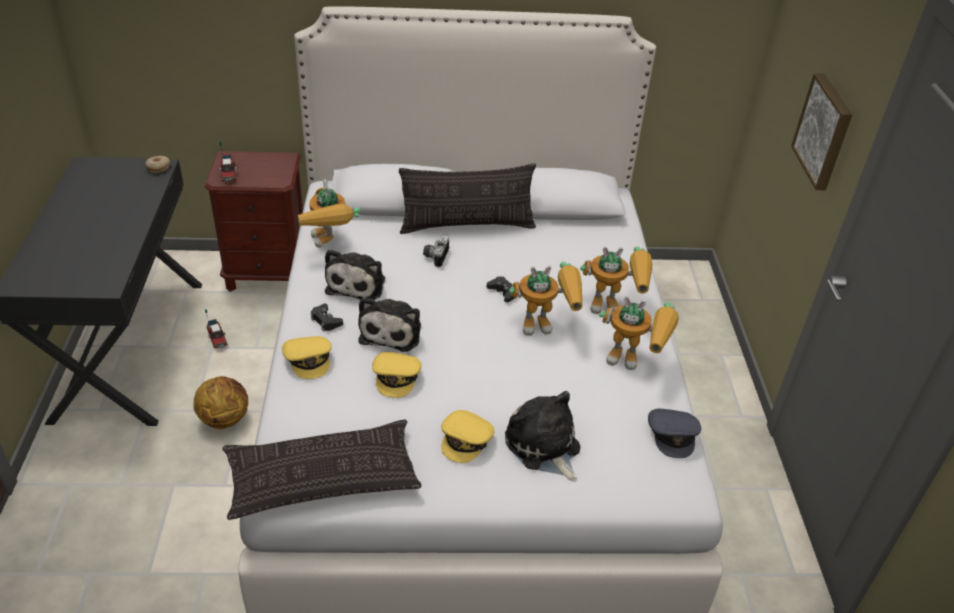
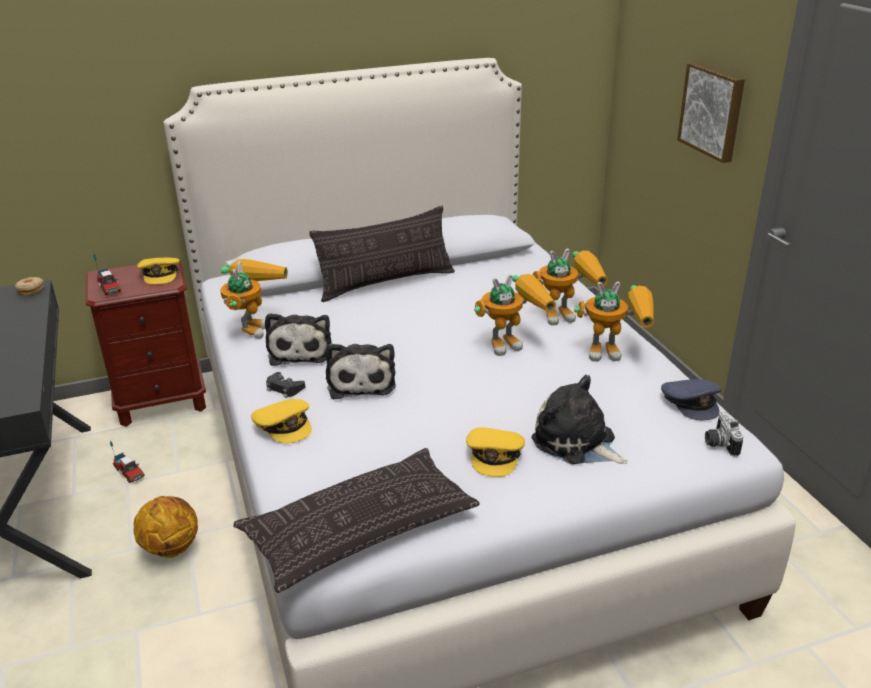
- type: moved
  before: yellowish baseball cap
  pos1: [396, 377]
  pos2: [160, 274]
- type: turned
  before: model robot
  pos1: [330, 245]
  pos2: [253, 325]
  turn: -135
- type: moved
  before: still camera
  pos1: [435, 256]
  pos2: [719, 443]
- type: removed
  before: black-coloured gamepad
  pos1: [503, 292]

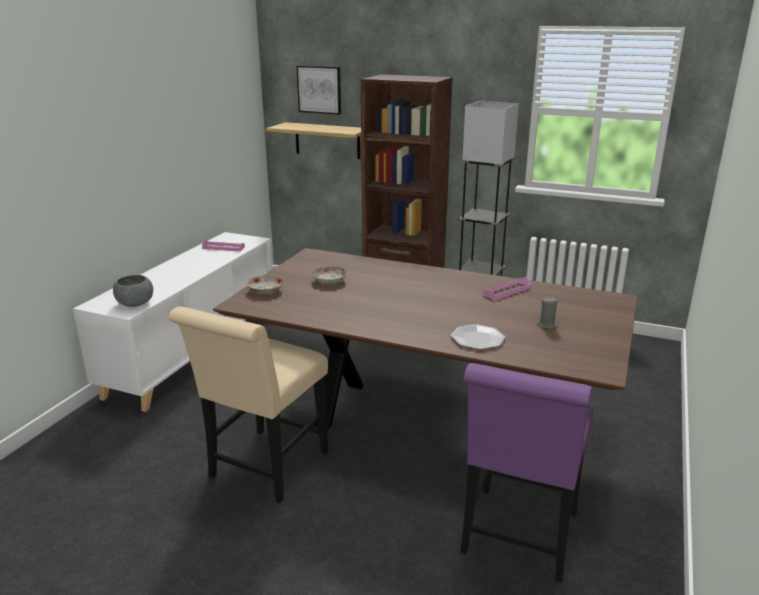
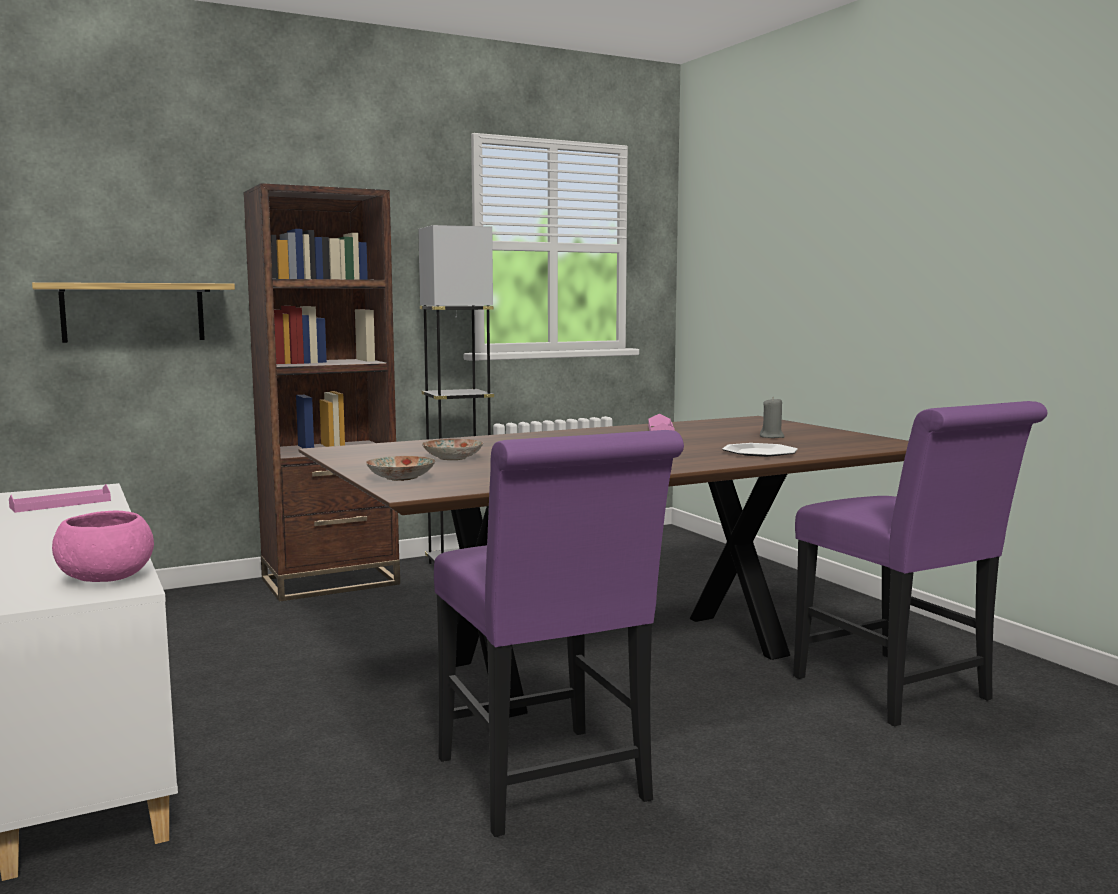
- type: recoloured
  before: grey bowl
  after: pink bowl
  pos1: [135, 303]
  pos2: [106, 579]
- type: recoloured
  before: beige chair
  after: purple-coloured chair
  pos1: [264, 469]
  pos2: [548, 786]
- type: removed
  before: picture
  pos1: [319, 89]

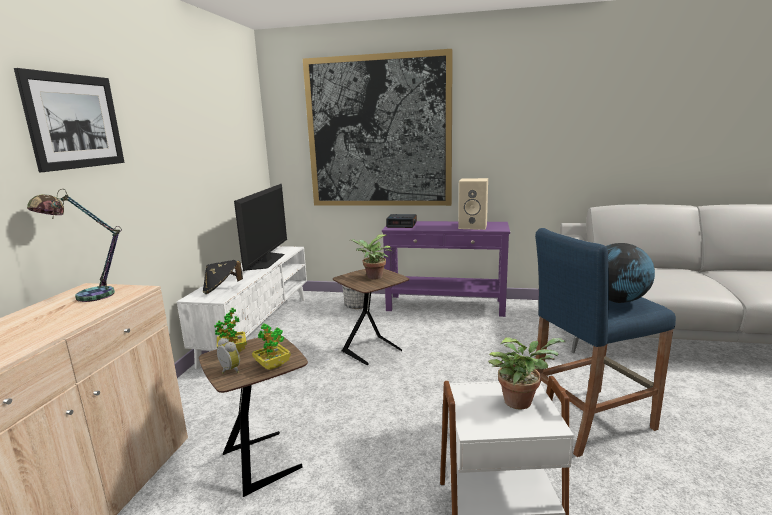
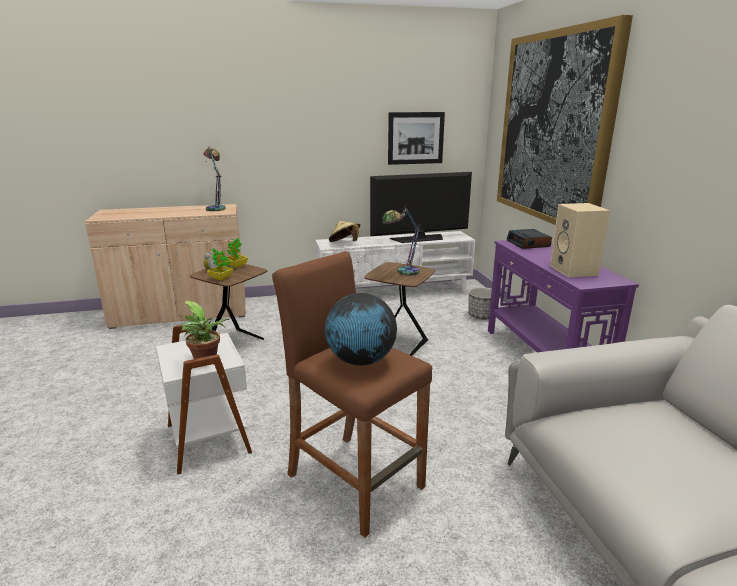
- type: recoloured
  before: blue-coloured sitting stool
  after: brownish sitting stool
  pos1: [588, 420]
  pos2: [355, 481]
- type: recoloured
  before: black-coloured clothing hat
  after: beige clothing hat
  pos1: [222, 289]
  pos2: [344, 243]
- type: replaced
  before: houseplant
  after: lamp for a table
  pos1: [372, 277]
  pos2: [402, 273]
- type: moved
  before: picture
  pos1: [75, 121]
  pos2: [415, 138]

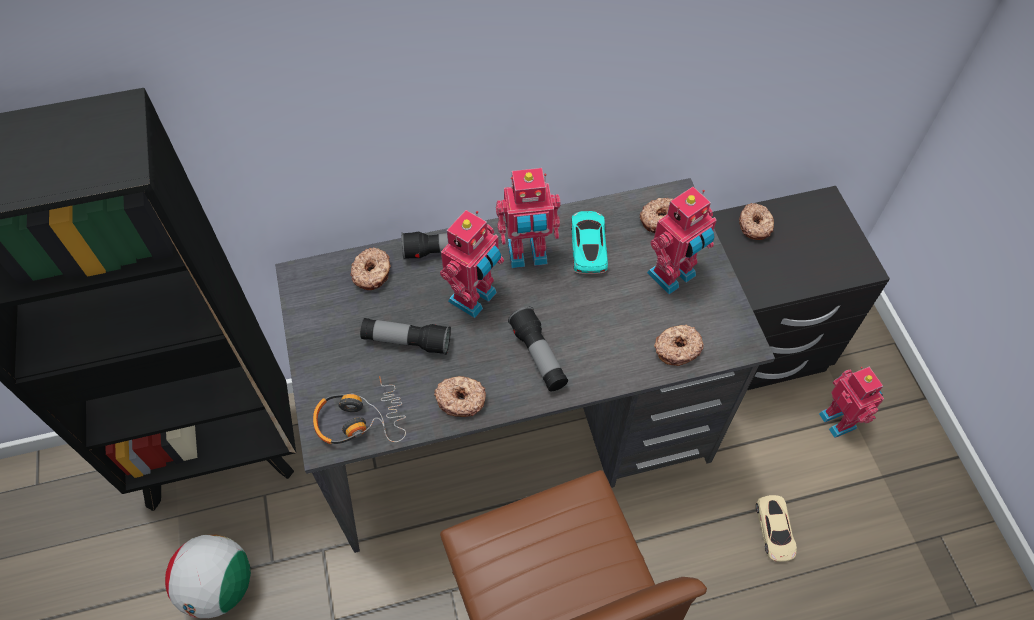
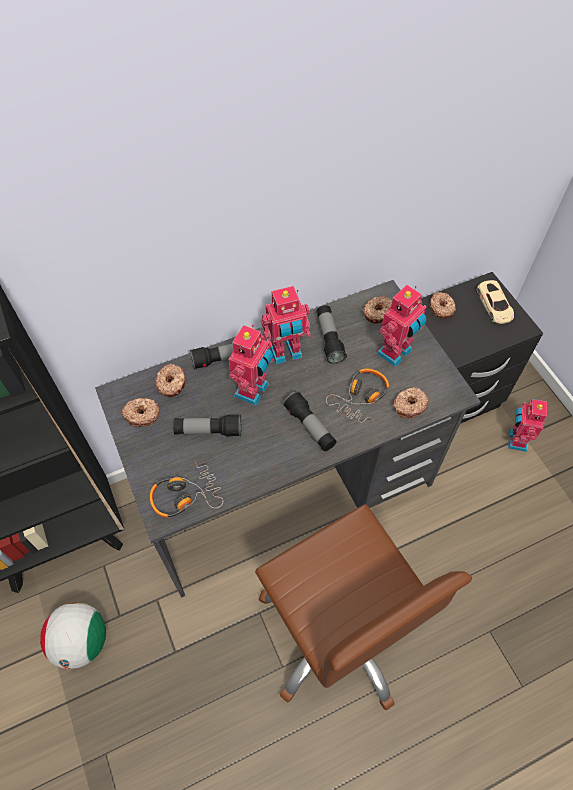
- type: moved
  before: donut
  pos1: [461, 399]
  pos2: [142, 414]
- type: replaced
  before: blue-green miniature car
  after: torch
  pos1: [588, 245]
  pos2: [329, 339]
- type: added
  after: pair of headphones
  pos2: [361, 398]
- type: moved
  before: beige miniature car
  pos1: [774, 530]
  pos2: [494, 305]
- type: turned
  before: model robot
  pos1: [839, 420]
  pos2: [515, 440]
  turn: -135

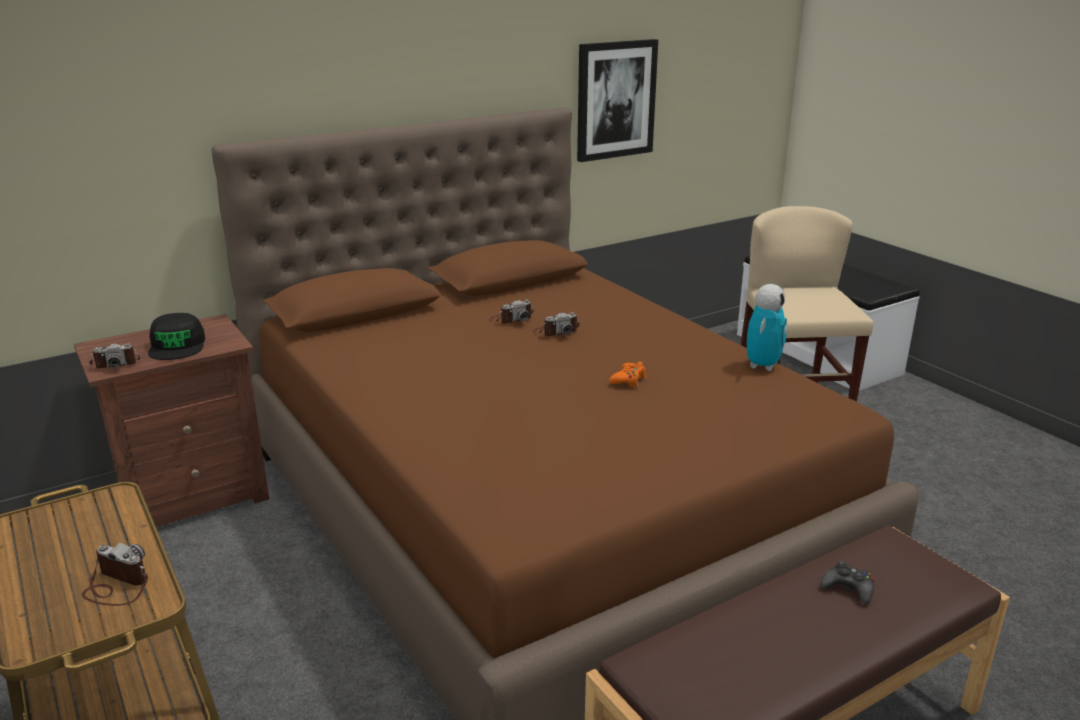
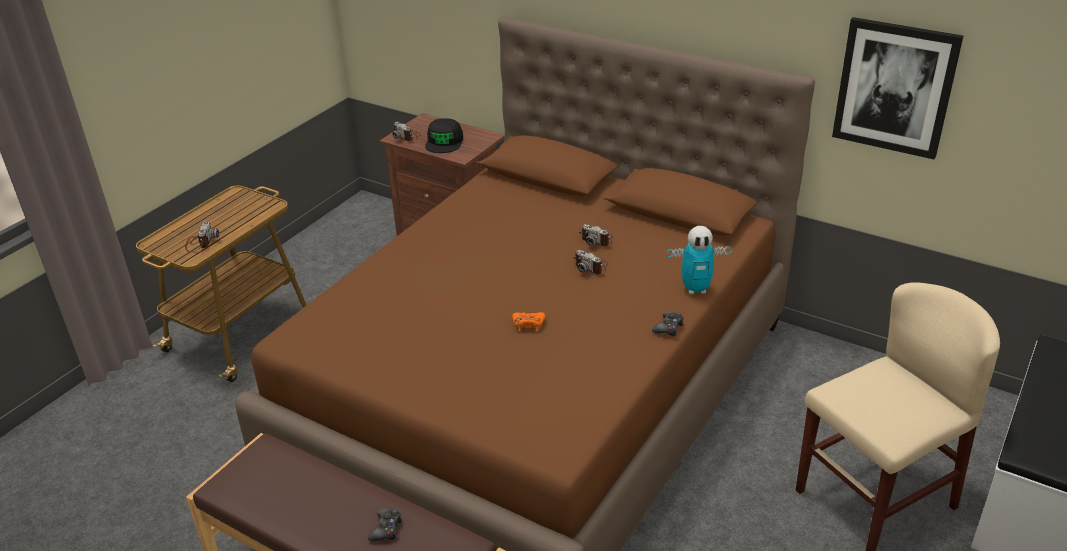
- type: turned
  before: black-coloured baseball cap
  pos1: [177, 346]
  pos2: [444, 142]
  turn: -45
- type: added
  after: black-coloured gamepad
  pos2: [668, 328]
- type: moved
  before: model robot
  pos1: [762, 366]
  pos2: [696, 289]

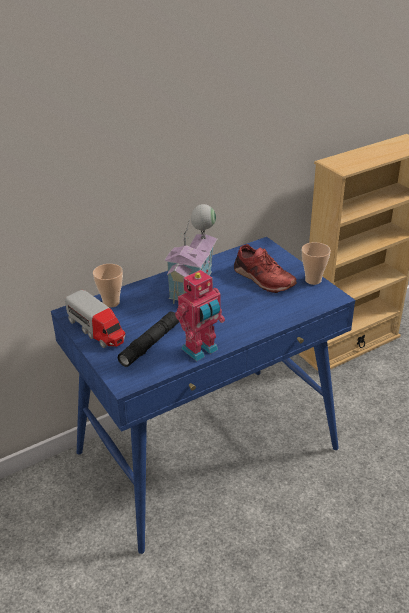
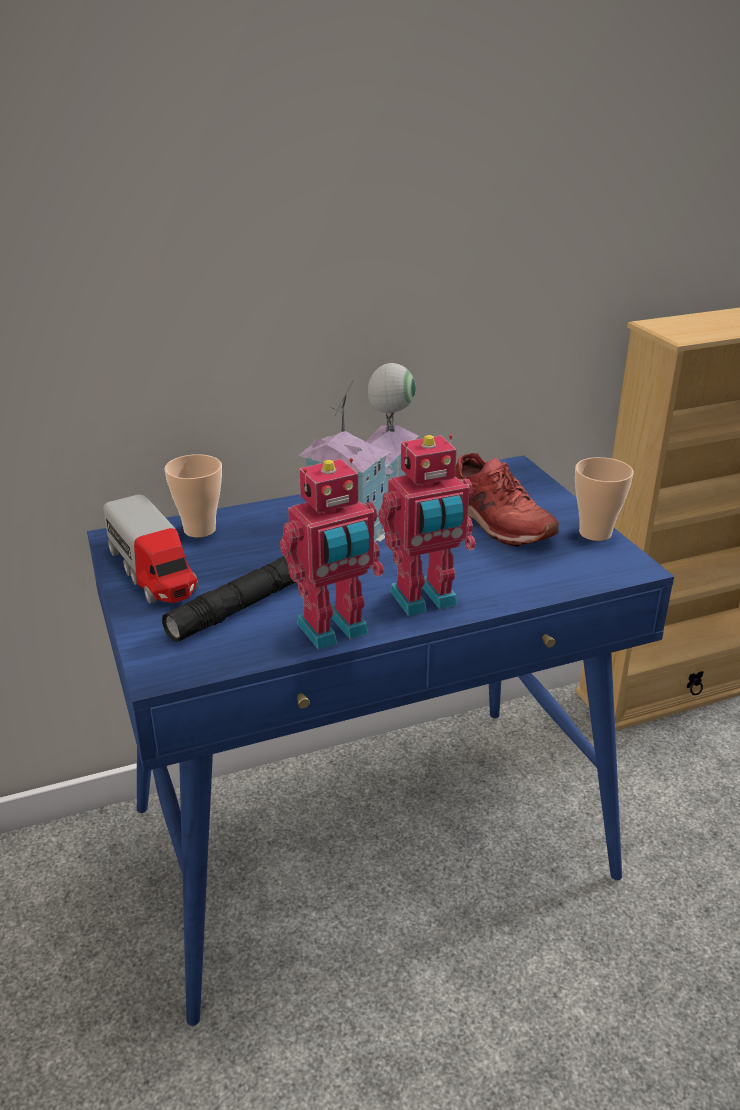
- type: added
  after: model robot
  pos2: [425, 601]

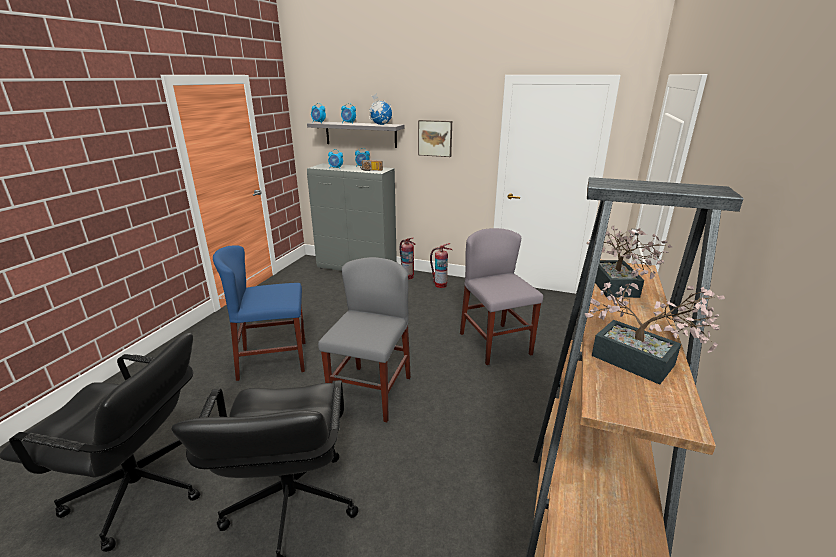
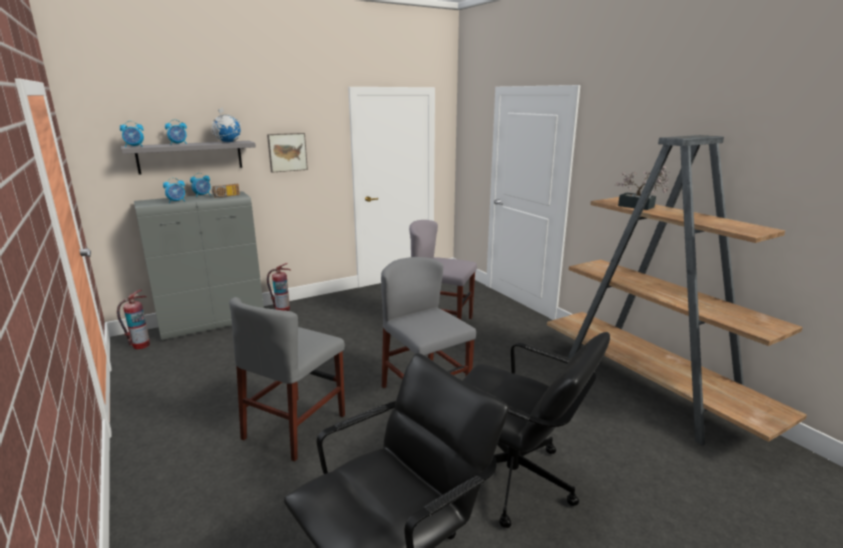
- type: moved
  before: extinguisher
  pos1: [440, 285]
  pos2: [140, 345]
- type: recoloured
  before: blue-coloured chair
  after: grey chair
  pos1: [273, 360]
  pos2: [295, 426]
- type: removed
  before: houseplant
  pos1: [642, 364]

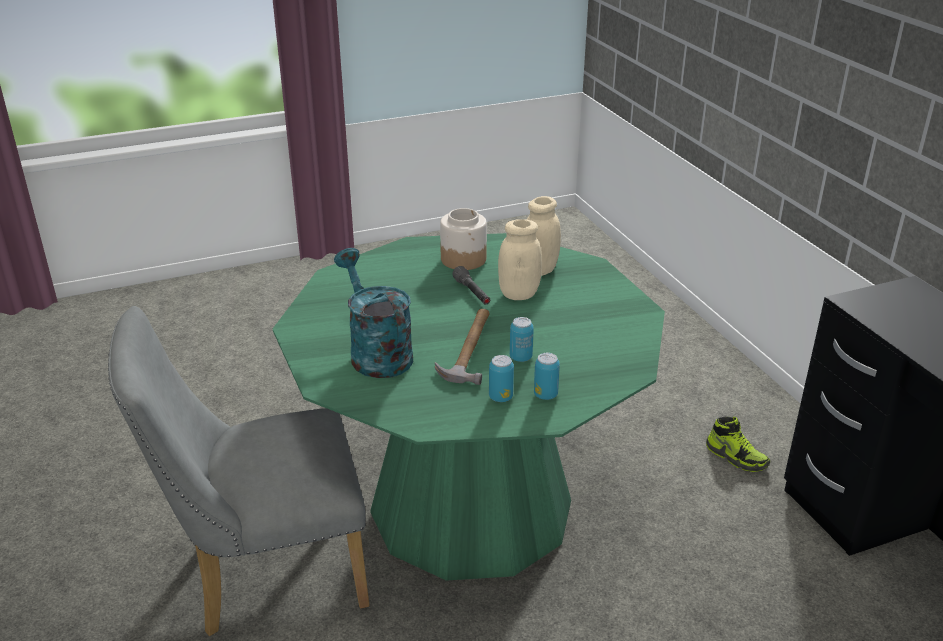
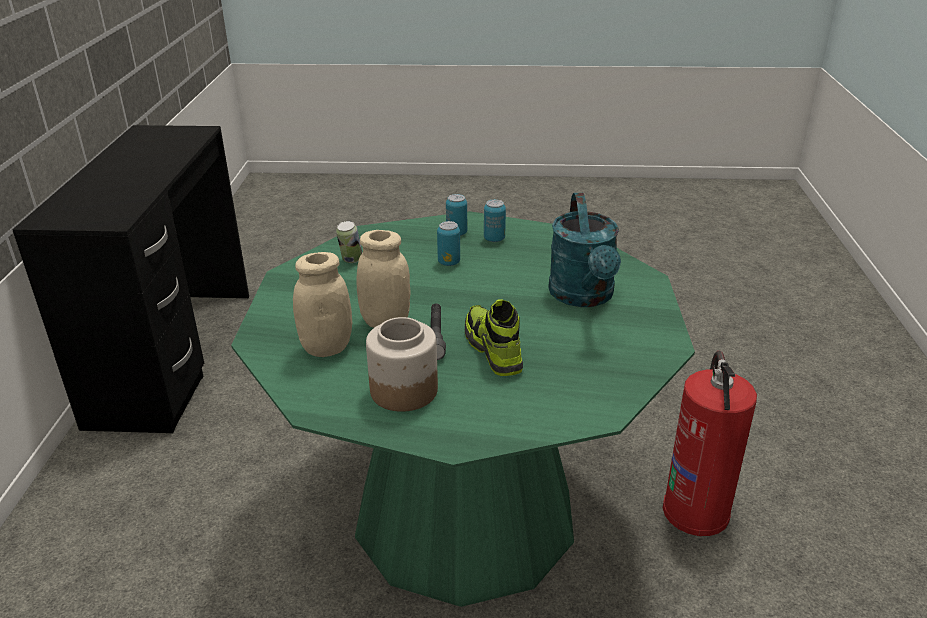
- type: added
  after: sealed can
  pos2: [351, 260]
- type: moved
  before: shoe
  pos1: [736, 457]
  pos2: [493, 350]
- type: replaced
  before: grey chair
  after: extinguisher
  pos1: [265, 574]
  pos2: [696, 510]
- type: removed
  before: tool hammer
  pos1: [469, 348]

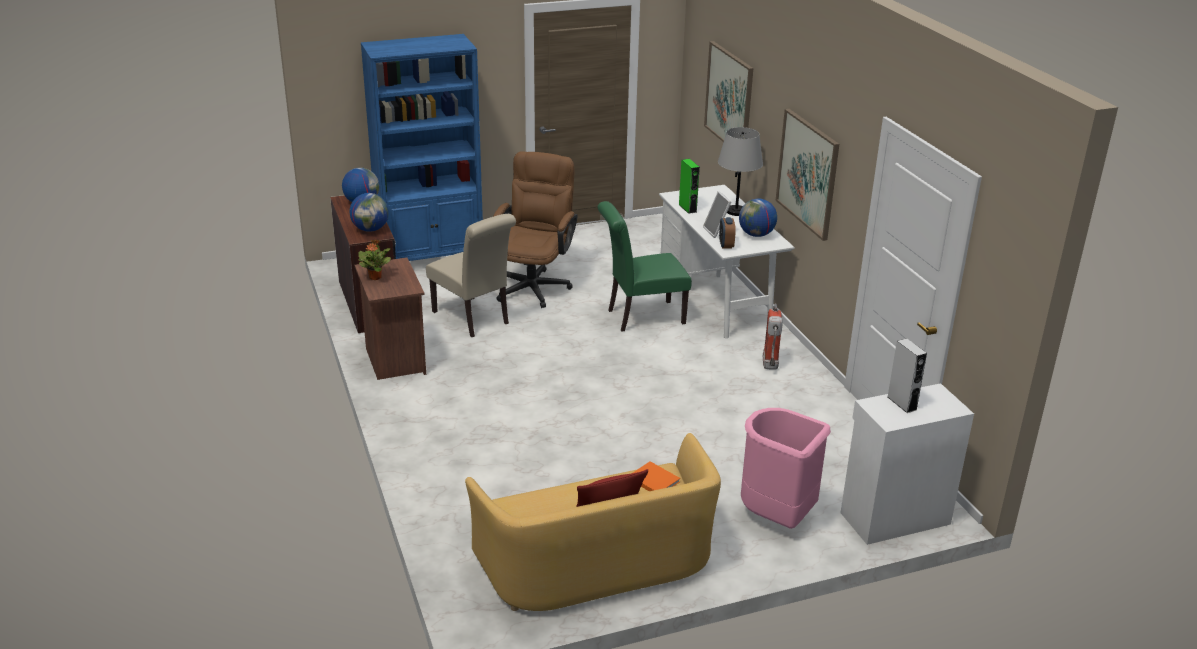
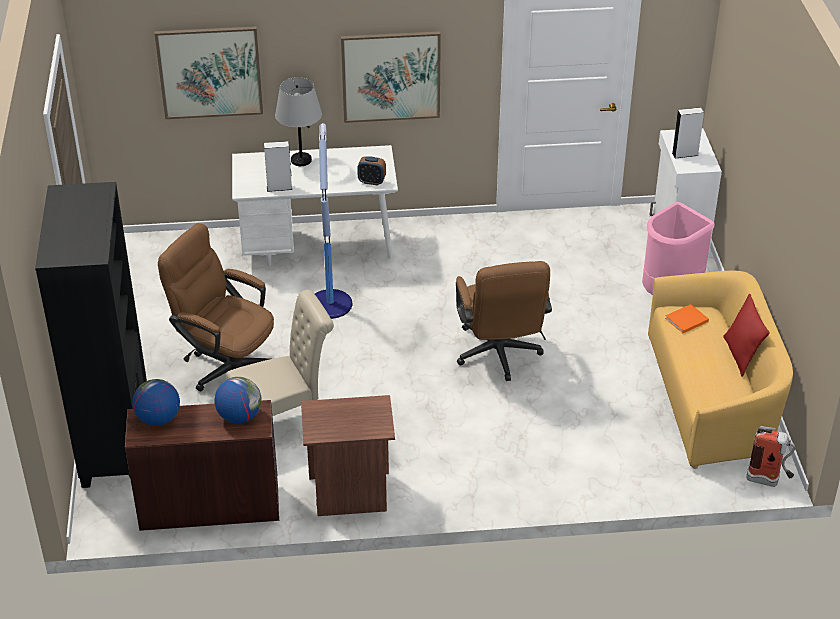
- type: recoloured
  before: blue-coloured bookcase
  after: black-coloured bookcase
  pos1: [431, 257]
  pos2: [116, 441]
- type: recoloured
  before: greenish loudspeaker
  after: grey loudspeaker
  pos1: [687, 208]
  pos2: [279, 187]
- type: replaced
  before: greenish chair
  after: standing lamp
  pos1: [641, 317]
  pos2: [329, 303]
- type: added
  after: brownish computer chair
  pos2: [499, 356]
- type: moved
  before: extinguisher
  pos1: [770, 366]
  pos2: [768, 481]
- type: removed
  before: houseplant
  pos1: [375, 277]
- type: removed
  before: photo frame
  pos1: [717, 231]
- type: removed
  before: desk globe
  pos1: [756, 235]

